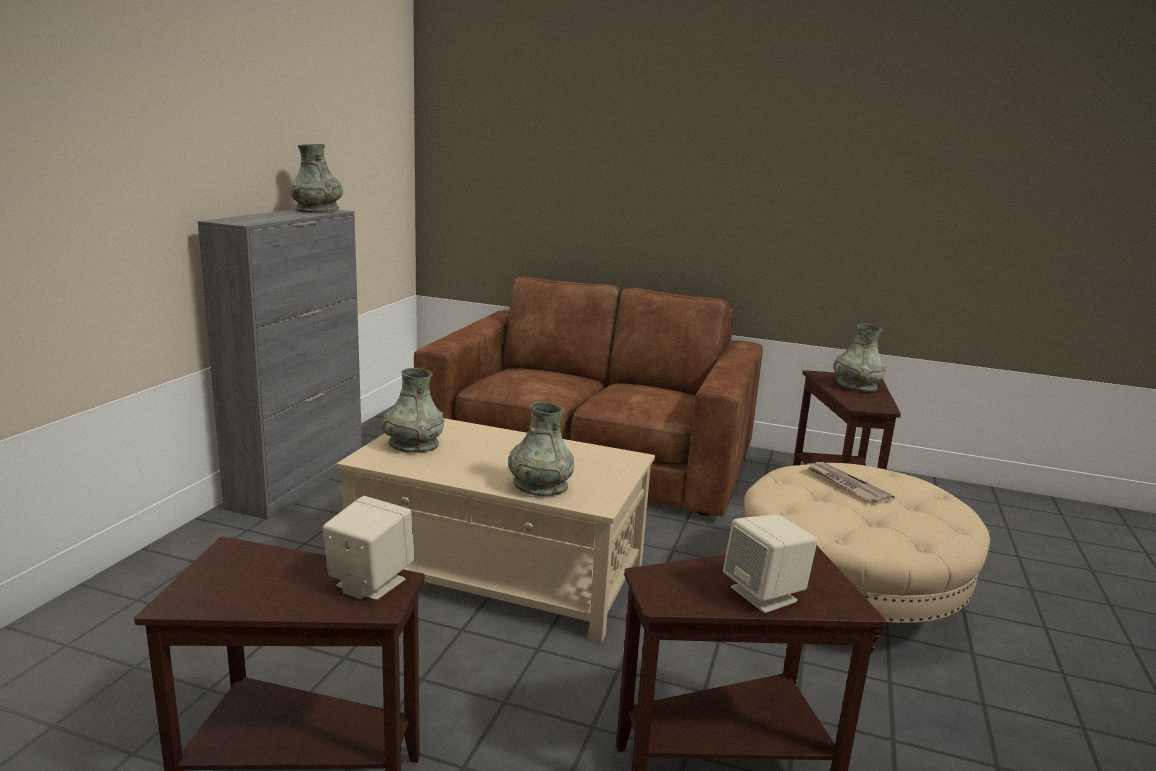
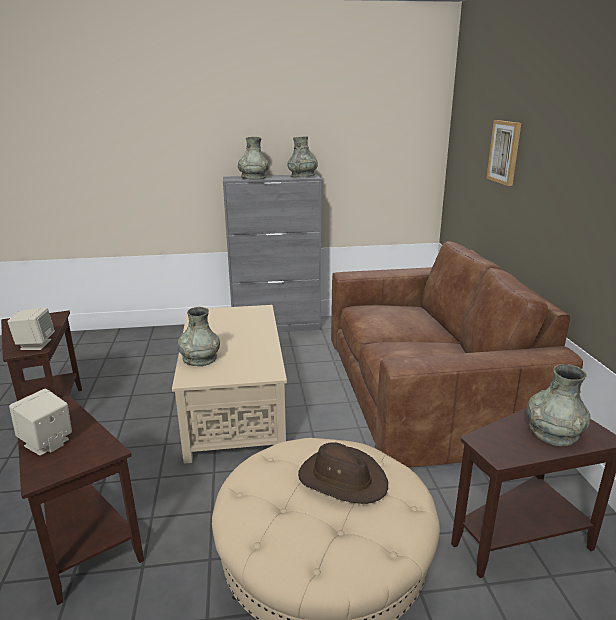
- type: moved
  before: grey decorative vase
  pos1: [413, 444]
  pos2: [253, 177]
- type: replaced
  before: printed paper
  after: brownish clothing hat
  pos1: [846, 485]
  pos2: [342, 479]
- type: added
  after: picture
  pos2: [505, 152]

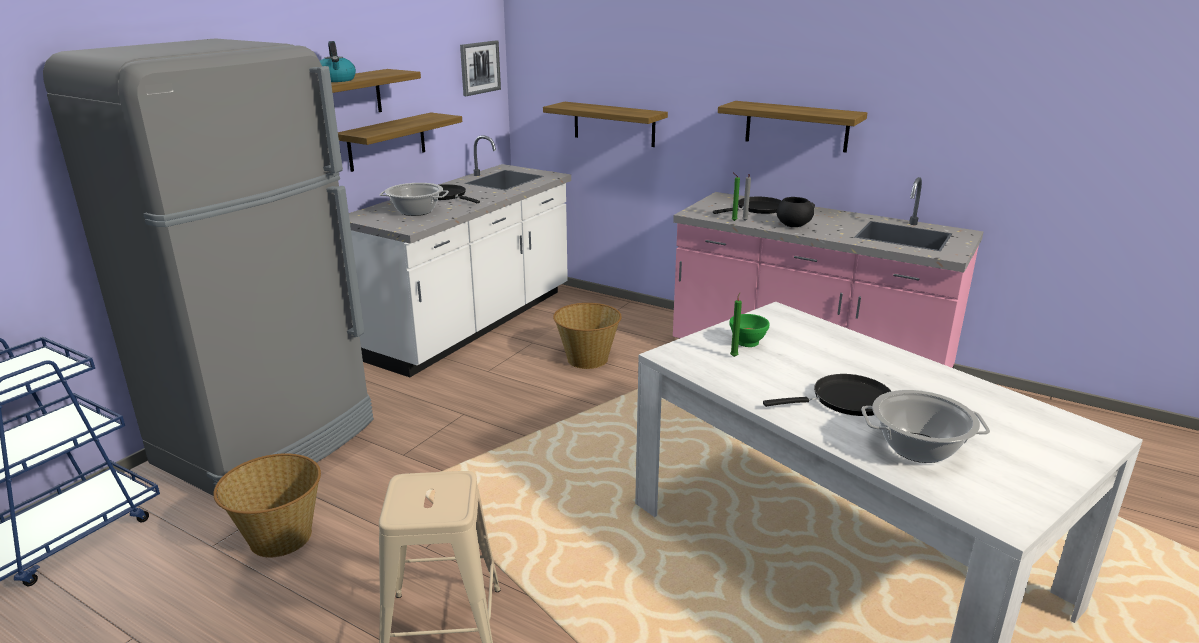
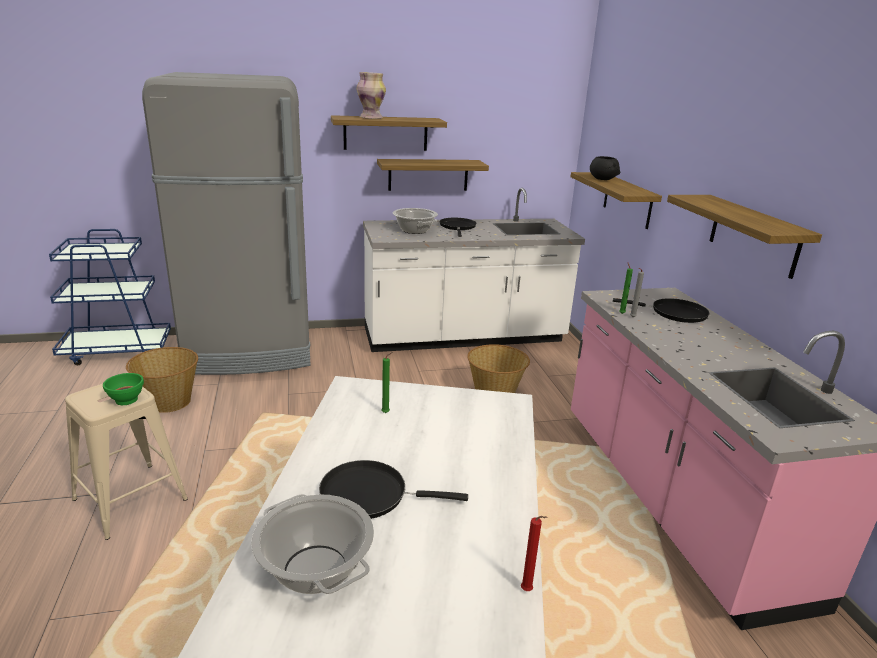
- type: moved
  before: greenish bowl
  pos1: [747, 342]
  pos2: [126, 400]
- type: turned
  before: black-coloured frying pan
  pos1: [846, 400]
  pos2: [370, 495]
  turn: 150
- type: replaced
  before: water kettle
  after: decorative vase
  pos1: [337, 80]
  pos2: [371, 118]
- type: added
  after: red-coloured wax candle
  pos2: [528, 591]
- type: moved
  before: black-coloured bowl
  pos1: [793, 225]
  pos2: [602, 179]
- type: removed
  before: picture
  pos1: [479, 67]

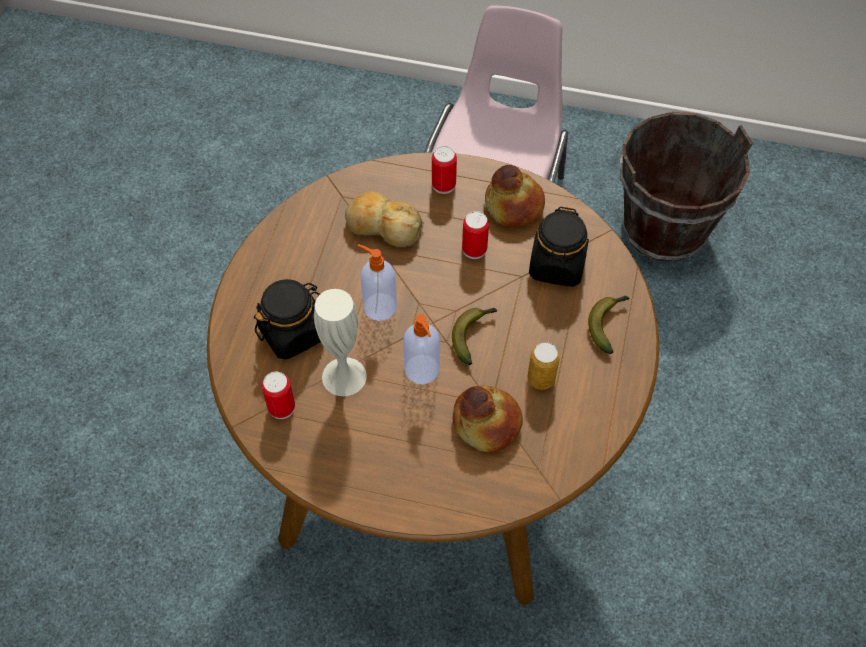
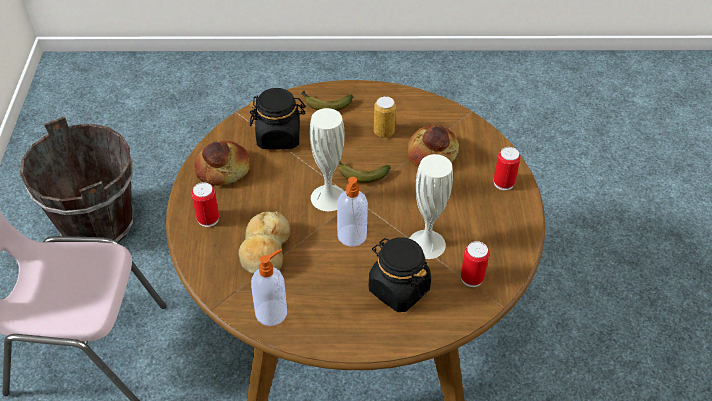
- type: moved
  before: soap dispenser
  pos1: [422, 370]
  pos2: [272, 312]
- type: added
  after: white decorative vase
  pos2: [328, 197]
- type: moved
  before: sealed can
  pos1: [474, 249]
  pos2: [503, 183]

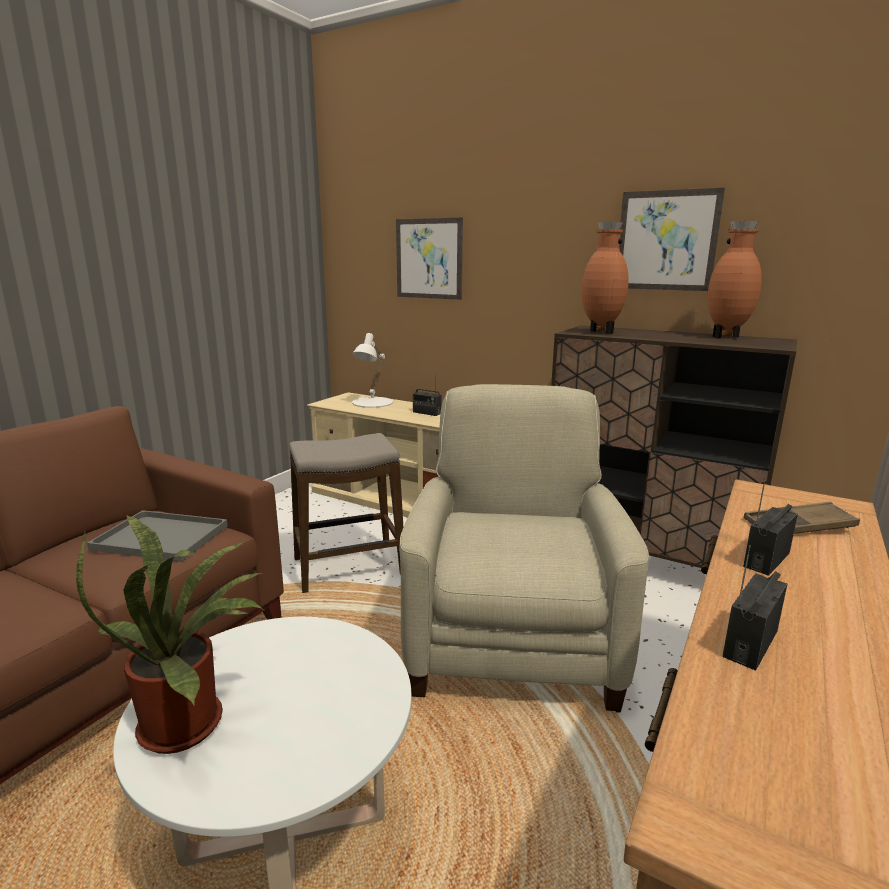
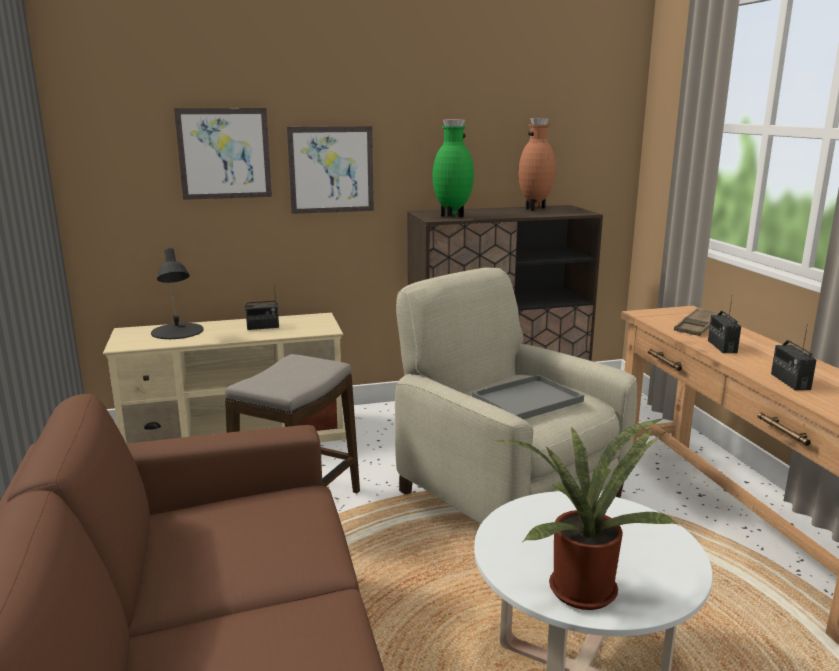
- type: recoloured
  before: white lamp for a table
  after: black-coloured lamp for a table
  pos1: [372, 402]
  pos2: [177, 331]
- type: moved
  before: picture
  pos1: [666, 241]
  pos2: [331, 170]
- type: recoloured
  before: brownish decorative vase
  after: greenish decorative vase
  pos1: [599, 332]
  pos2: [452, 216]
- type: moved
  before: grey serving tray
  pos1: [158, 538]
  pos2: [526, 400]

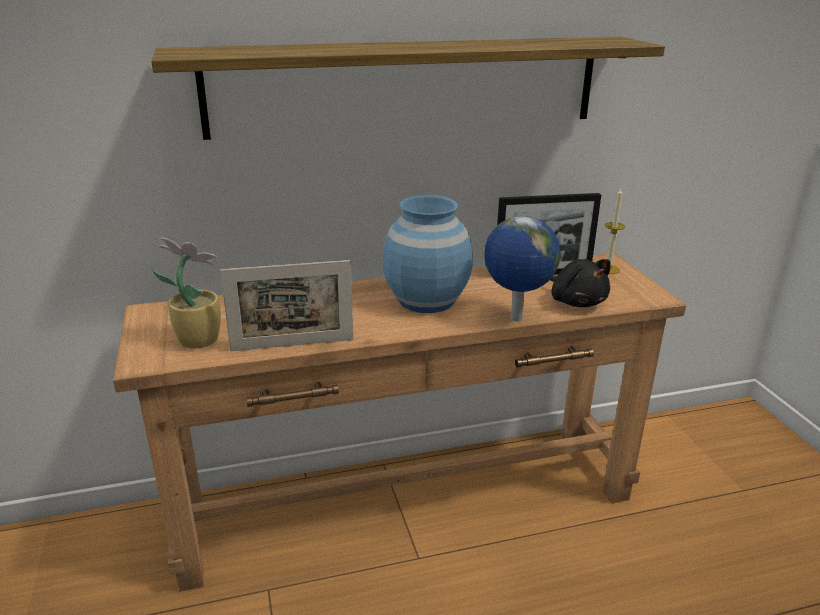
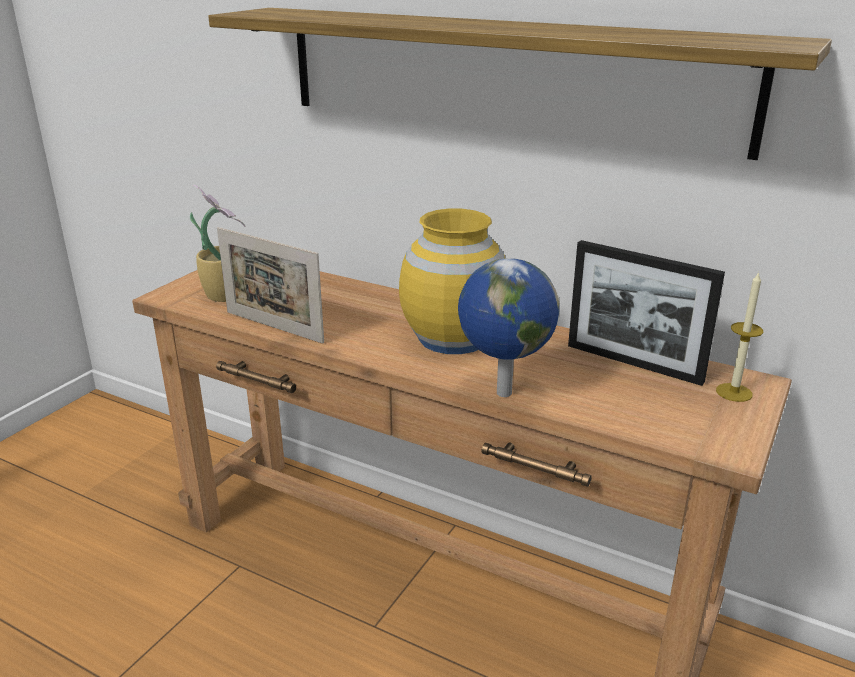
- type: recoloured
  before: blue-coloured decorative vase
  after: yellowish decorative vase
  pos1: [426, 300]
  pos2: [453, 337]
- type: removed
  before: black-coloured plush toy
  pos1: [576, 301]

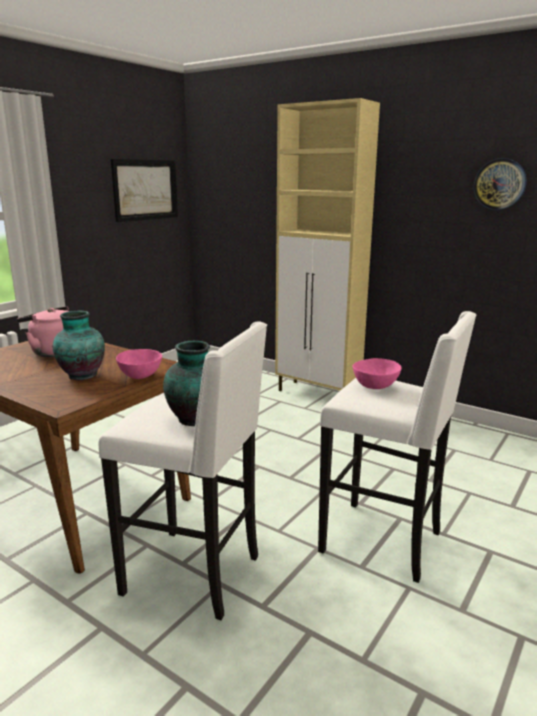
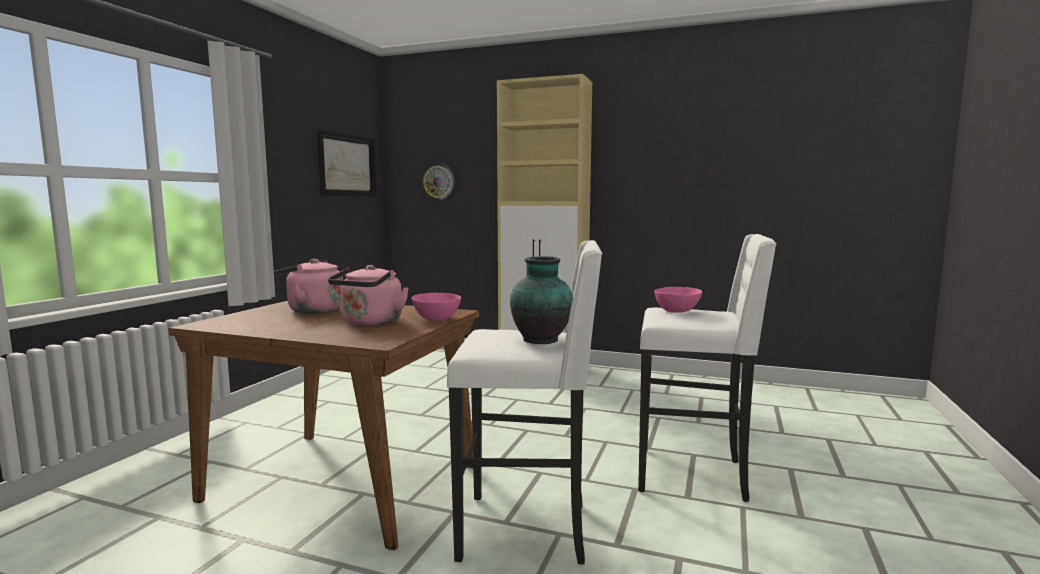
- type: replaced
  before: decorative vase
  after: pink water kettle
  pos1: [81, 375]
  pos2: [370, 323]
- type: moved
  before: clock on the wall
  pos1: [499, 184]
  pos2: [438, 181]

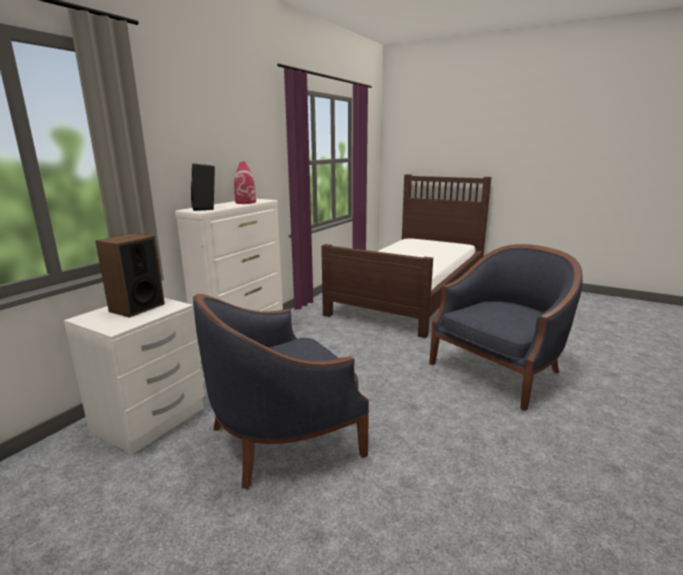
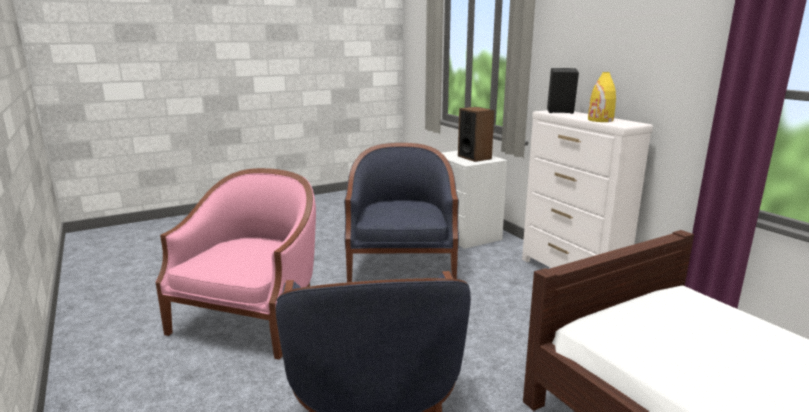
- type: added
  after: pink easy chair
  pos2: [252, 319]
- type: recoloured
  before: red-coloured decorative vase
  after: yellowish decorative vase
  pos1: [246, 202]
  pos2: [600, 120]

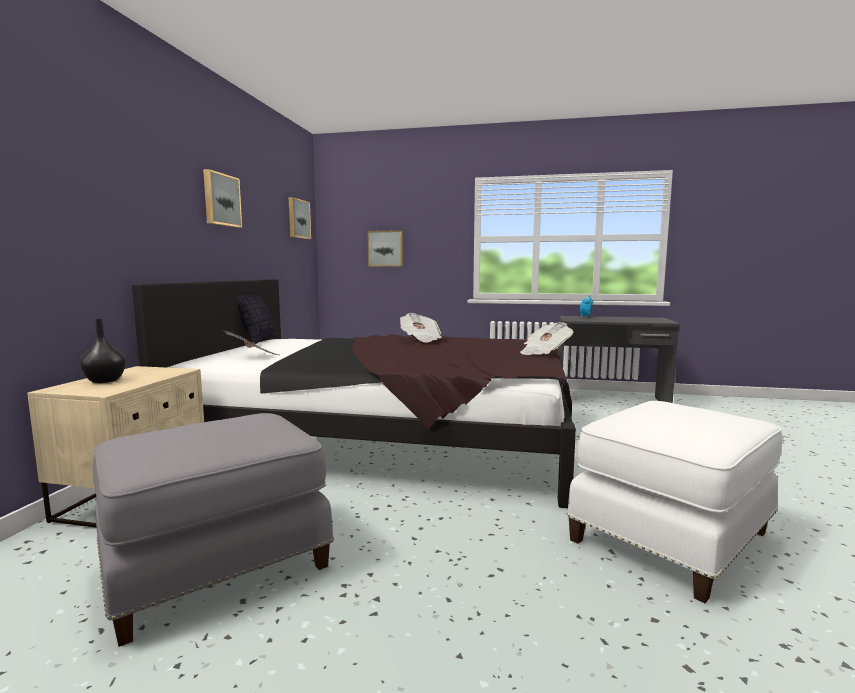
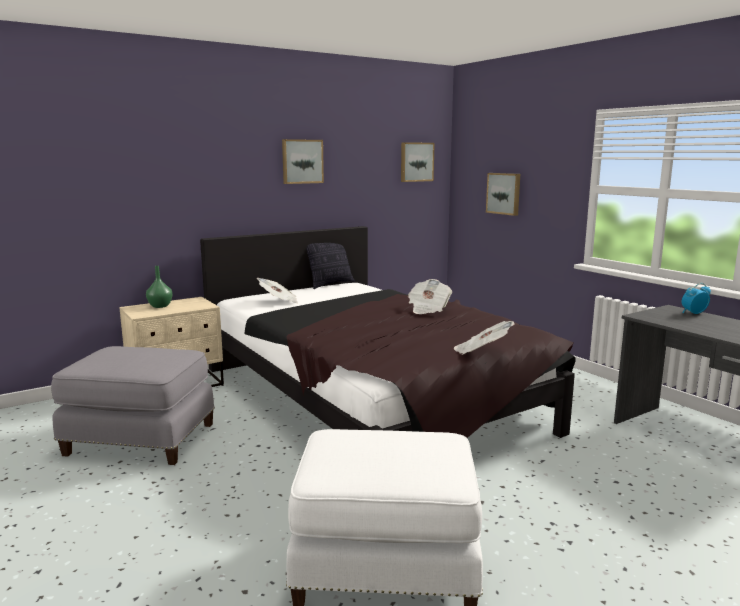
- type: recoloured
  before: black-coloured decorative vase
  after: greenish decorative vase
  pos1: [106, 381]
  pos2: [160, 306]

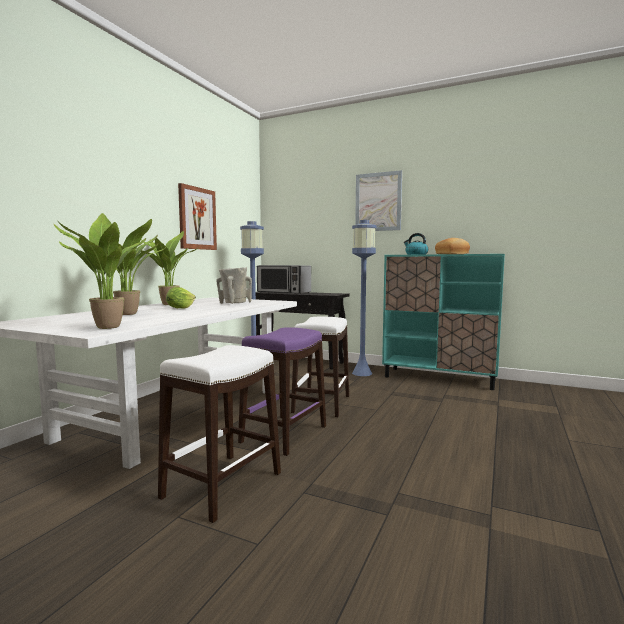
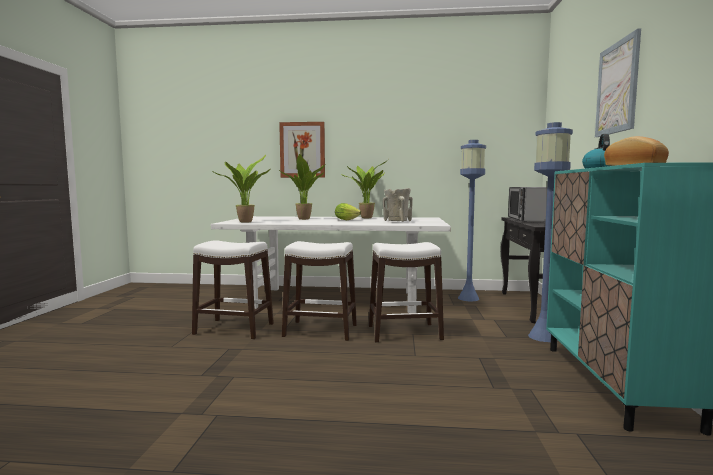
- type: moved
  before: picture
  pos1: [197, 218]
  pos2: [302, 150]
- type: recoloured
  before: purple-coloured sitting stool
  after: white sitting stool
  pos1: [284, 434]
  pos2: [320, 331]

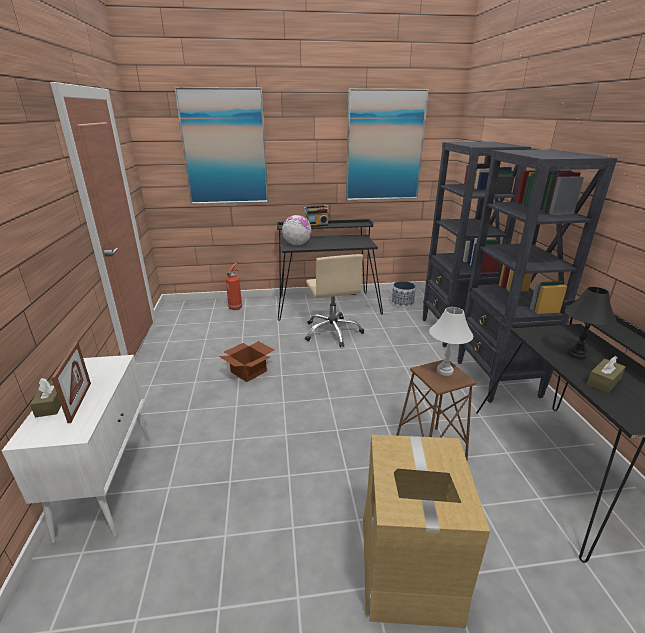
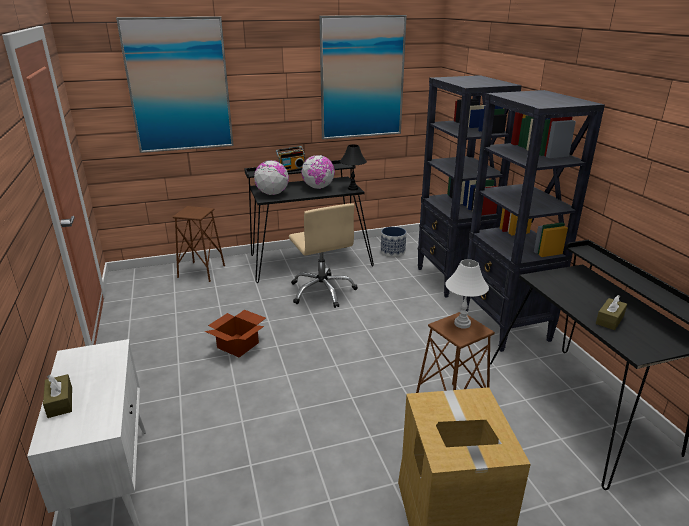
- type: replaced
  before: extinguisher
  after: brownish sitting stool
  pos1: [236, 308]
  pos2: [201, 272]
- type: added
  after: desk globe
  pos2: [318, 187]
- type: moved
  before: black-coloured lamp for a table
  pos1: [576, 355]
  pos2: [352, 188]
- type: removed
  before: photo frame
  pos1: [80, 402]

